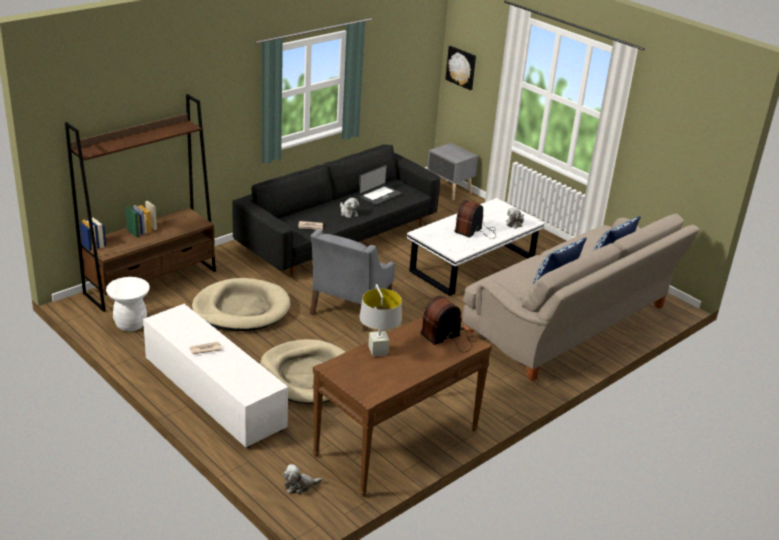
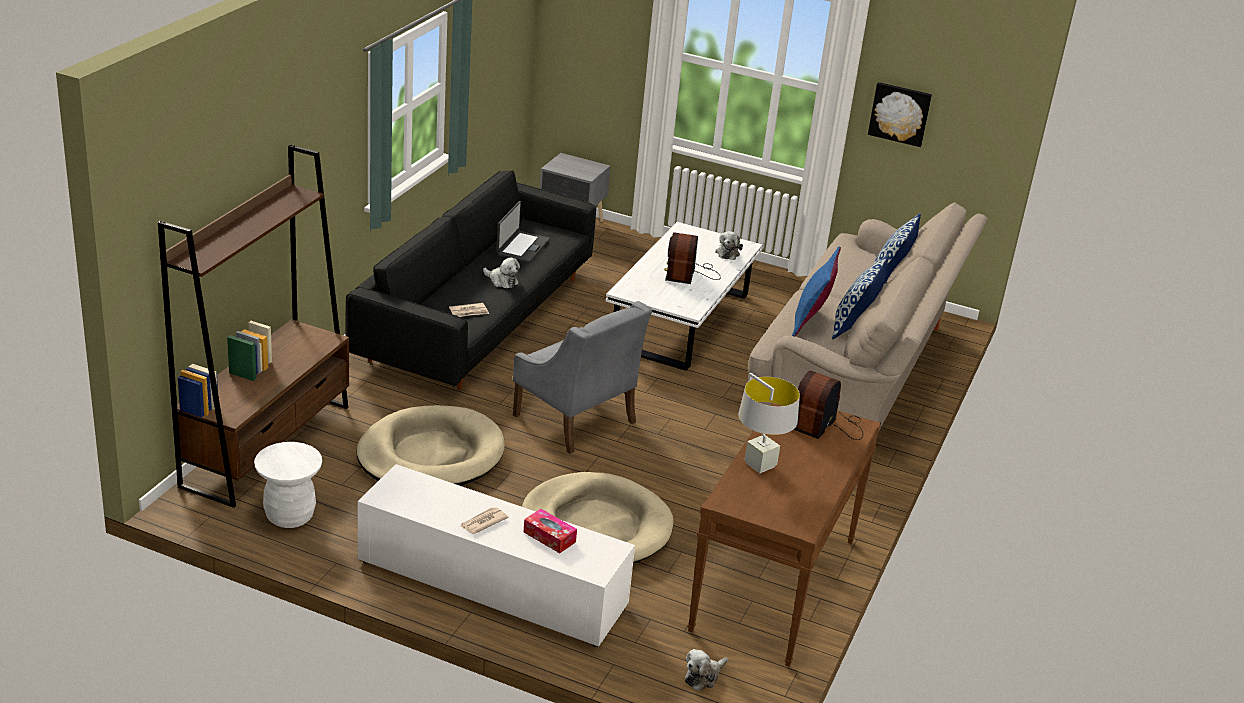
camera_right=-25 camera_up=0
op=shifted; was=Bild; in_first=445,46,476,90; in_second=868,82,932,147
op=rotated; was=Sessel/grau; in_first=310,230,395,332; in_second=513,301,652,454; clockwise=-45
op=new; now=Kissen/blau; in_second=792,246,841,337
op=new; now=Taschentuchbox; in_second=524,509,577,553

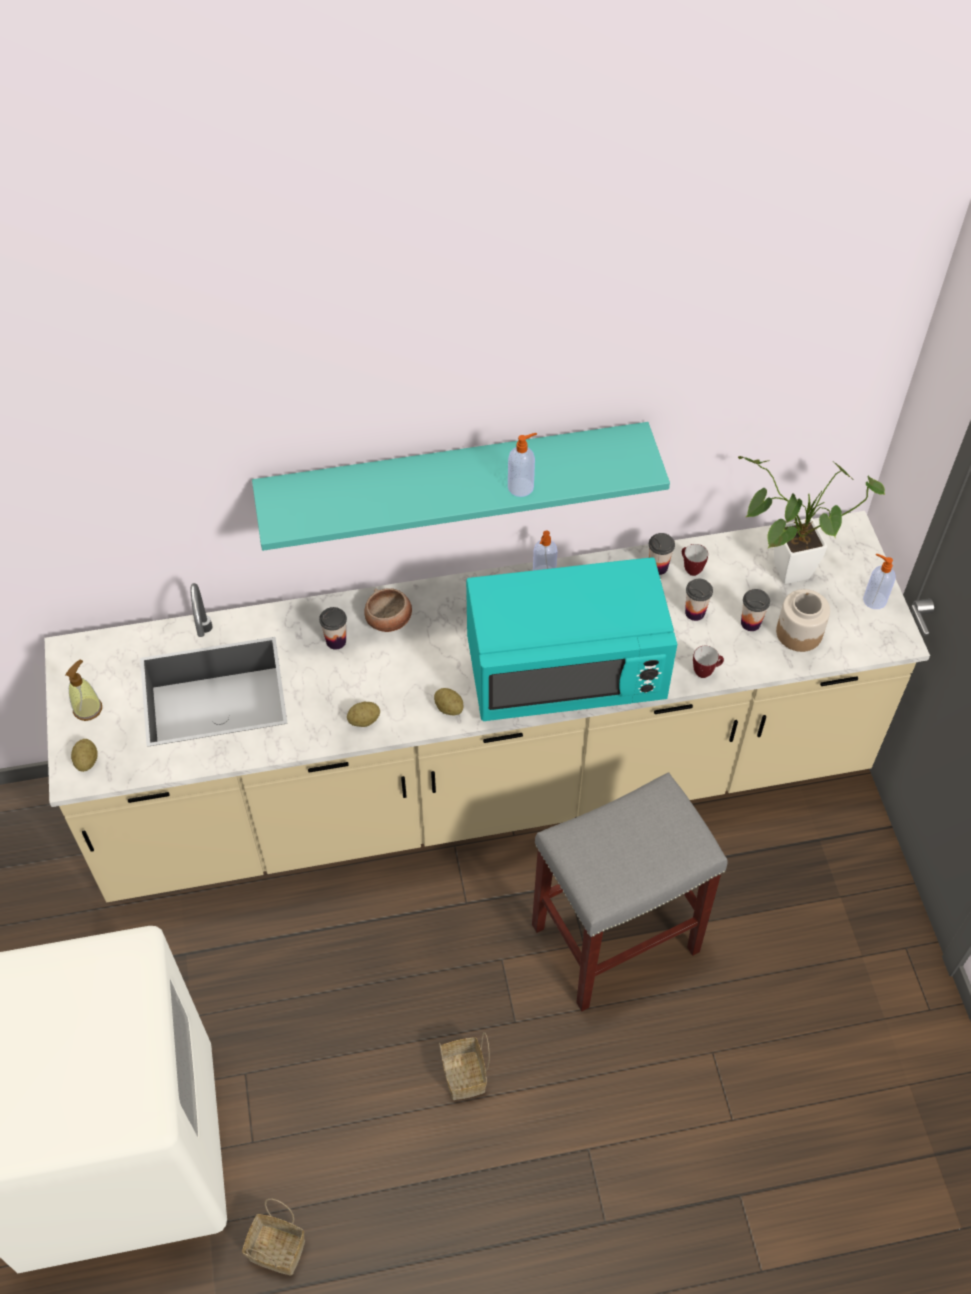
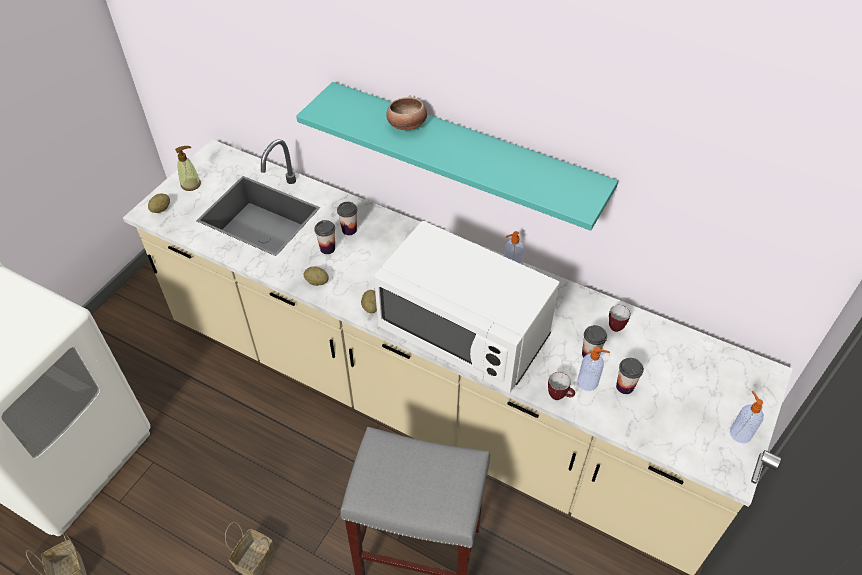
camera_right=40 camera_up=-5
op=shifted; was=Seifenspender; in_first=508,433,537,497; in_second=577,347,610,391
op=gone; was=Topfpflanze; in_first=738,456,885,584
op=shifted; was=Tasse; in_first=649,533,675,575; in_second=314,220,335,254
op=repainted; was=Mikrowelle/türkis; now=Mikrowelle/weiß; in_first=466,557,677,721; in_second=374,221,560,393
op=shifted; was=Schüssel; in_first=364,588,412,632; in_second=386,96,427,130
op=gone; was=Vorratsglas; in_first=776,589,830,652

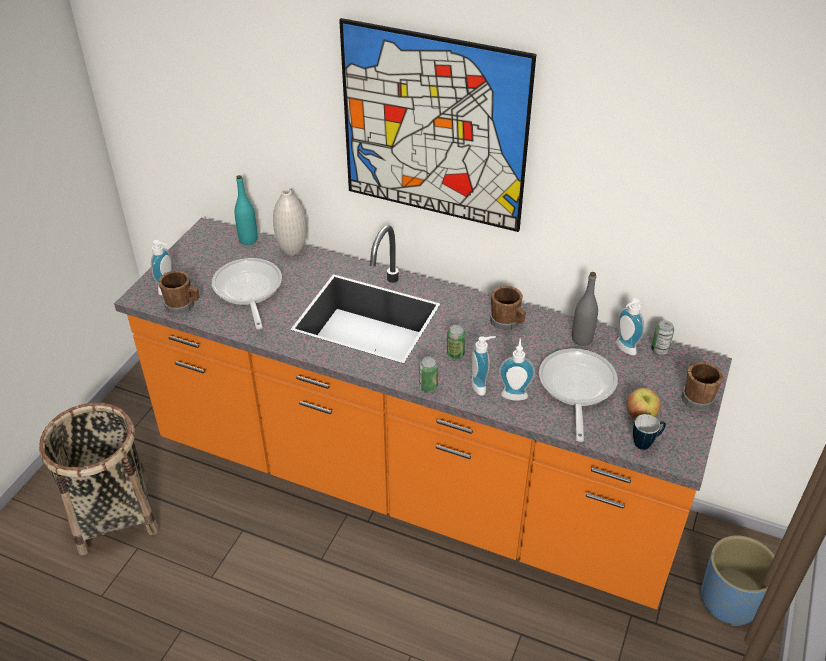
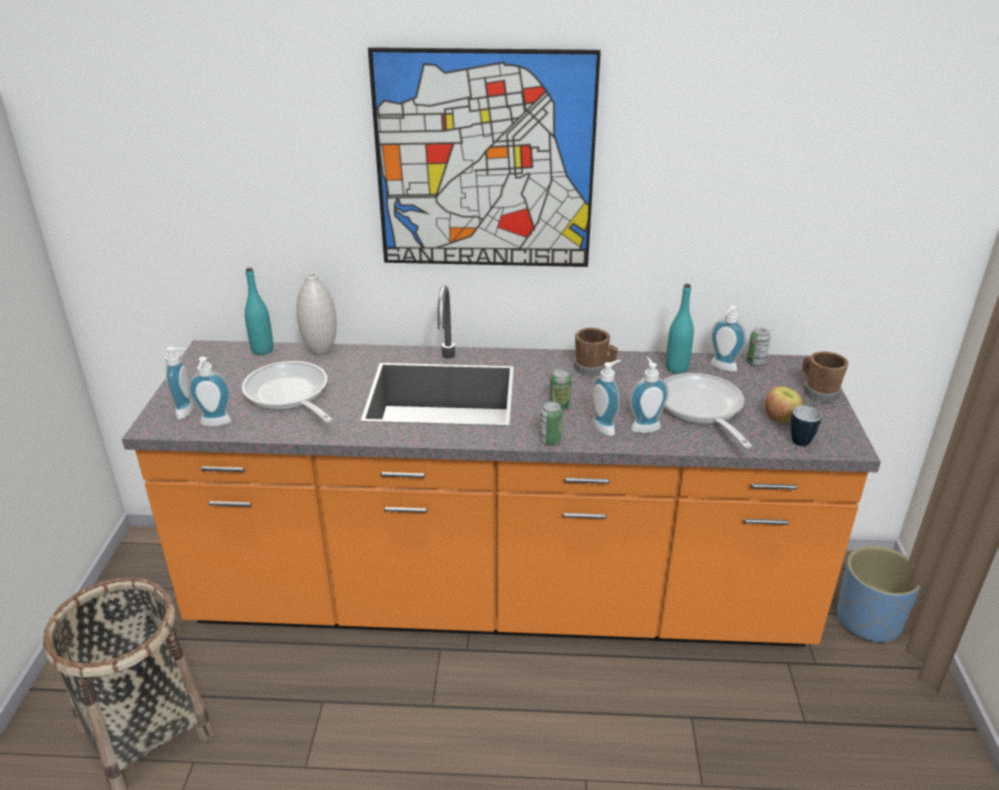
camera_right=-20 camera_up=-10
op=swapped; was=Henkelbecher/braun; now=Seifenspender; in_first=158,271,199,315; in_second=188,357,232,426
op=repainted; was=Flasche/grau; now=Flasche/türkis; in_first=572,272,598,346; in_second=666,284,694,373

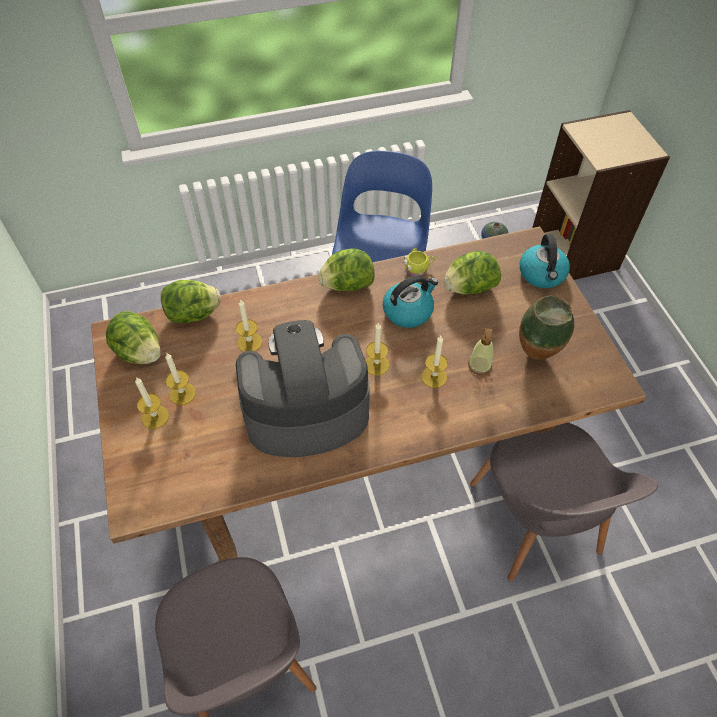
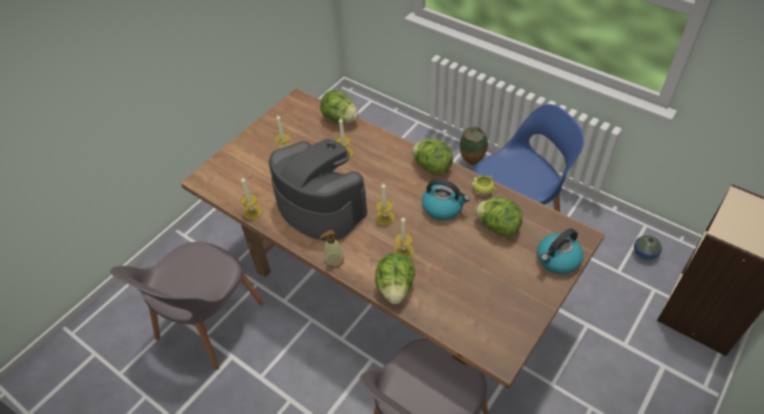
camera_right=55 camera_up=-5
op=shifted; was=Vase; in_first=519,295,574,359; in_second=460,127,488,165
op=shifted; was=Salatkopf; in_first=106,311,161,364; in_second=375,252,415,304
op=shifted; was=Seifenspender; in_first=468,328,494,375; in_second=320,230,344,268
op=shifted; was=Kerze; in_first=135,377,169,429; in_second=241,177,262,220

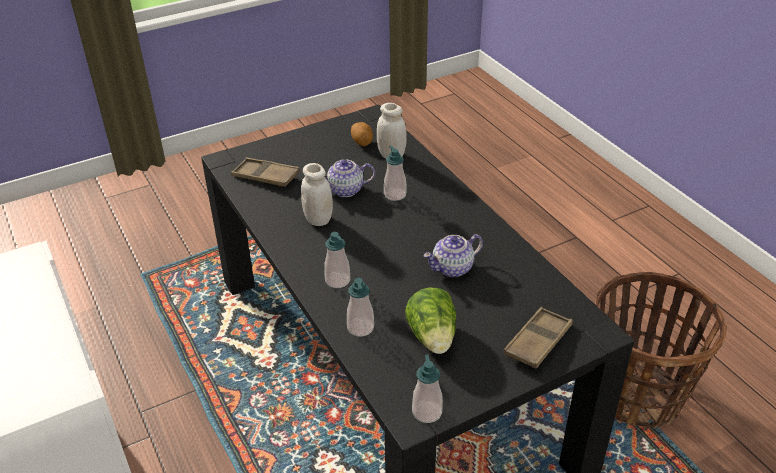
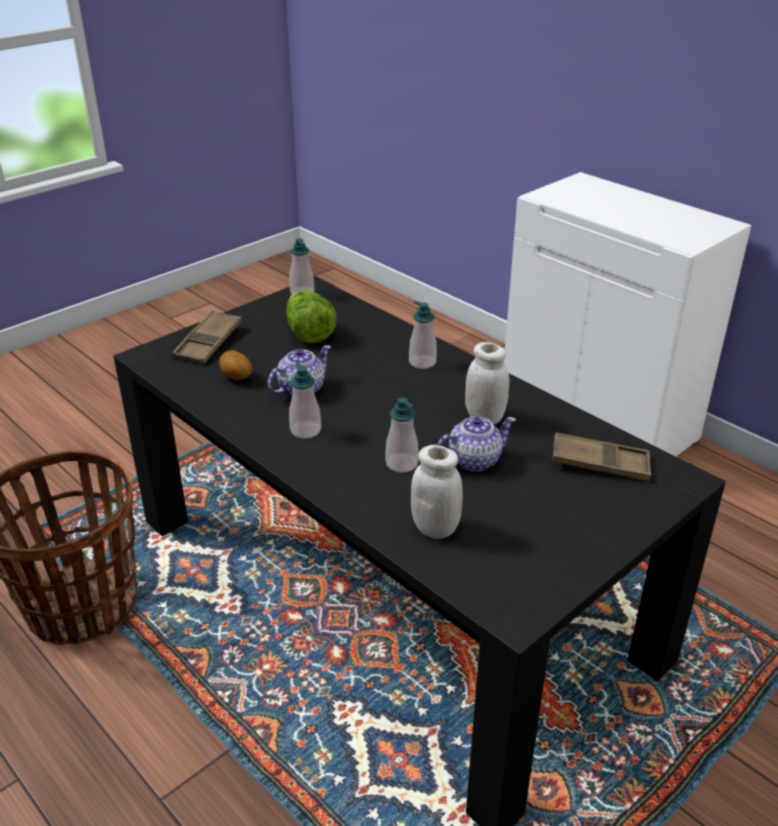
camera_right=165 camera_up=-5
op=shifted; was=Kartoffel; in_first=351,122,373,146; in_second=220,350,252,380
op=shifted; was=Seifenspender; in_first=347,278,374,336; in_second=289,362,321,439

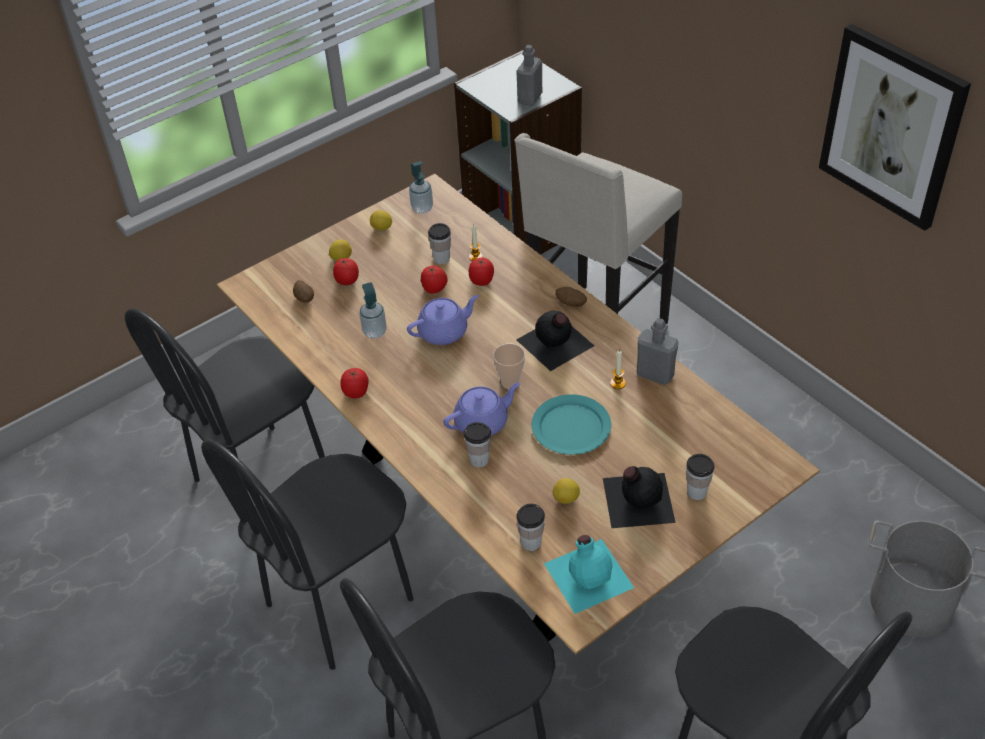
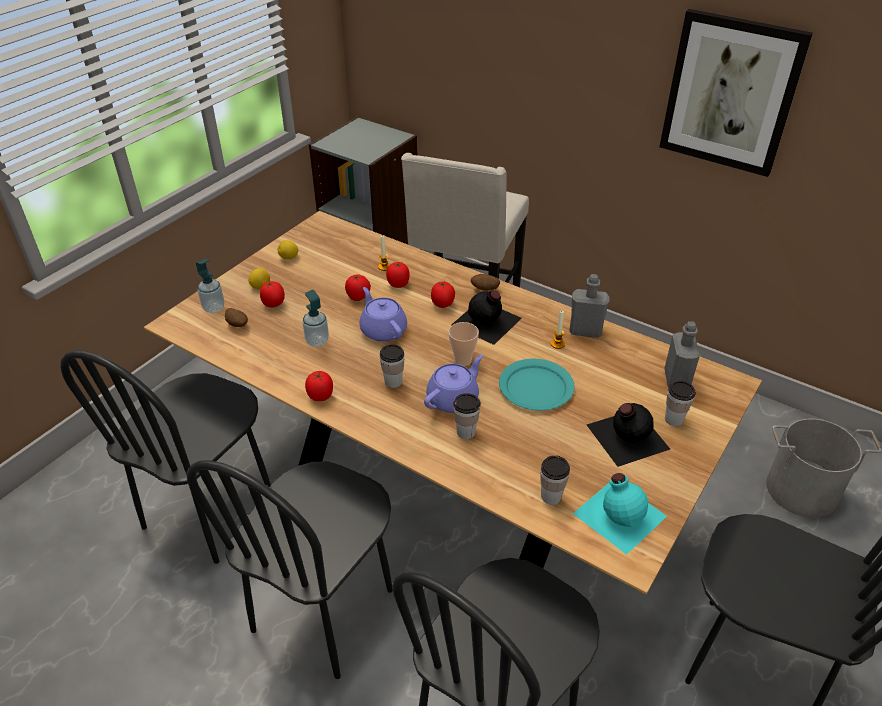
camera_right=-20 camera_up=-5
op=shifted; was=Flasche/grau; in_first=516,45,542,106; in_second=664,321,700,388
op=shifted; was=Seifenspender; in_first=409,161,433,214; in_second=196,259,224,313
op=shifted; was=Tasse; in_first=428,223,451,264; in_second=380,344,404,388
op=rotated; was=Teekanne/lila; in_first=407,295,479,345; in_second=359,287,407,342; clockwise=-75
op=gone; was=Zitrone; in_first=553,478,580,504
op=new; now=Tomate; in_second=431,281,455,308

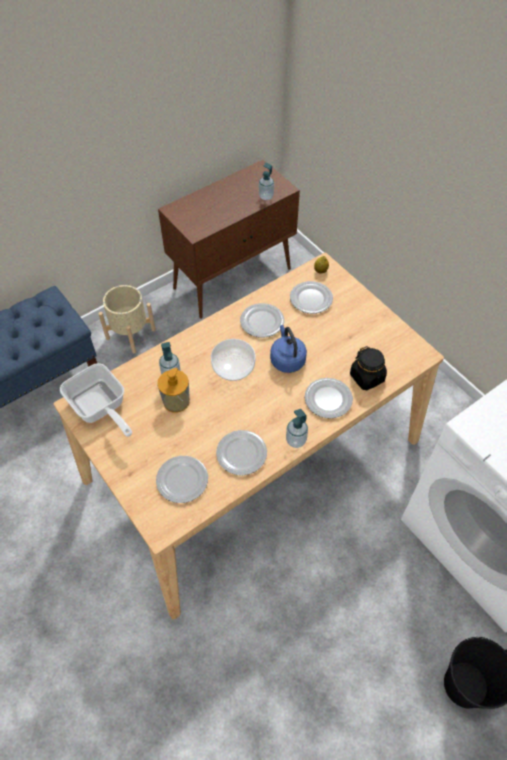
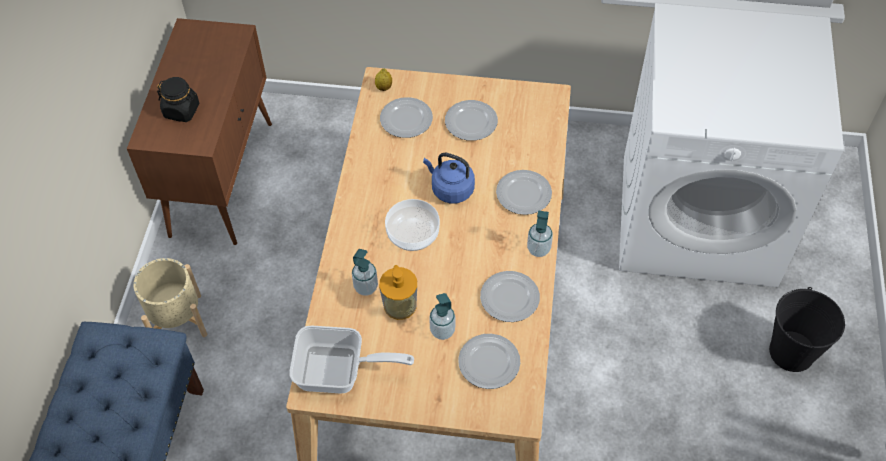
camera_right=-45 camera_up=0
op=shifted; was=Seifenspender; in_first=259,162,274,200; in_second=429,293,455,340
op=shifted; was=Teller; in_first=240,303,284,338; in_second=445,100,498,141
op=shifted; was=Vorratsglas/schwarz; in_first=350,346,387,390; in_second=157,77,199,122

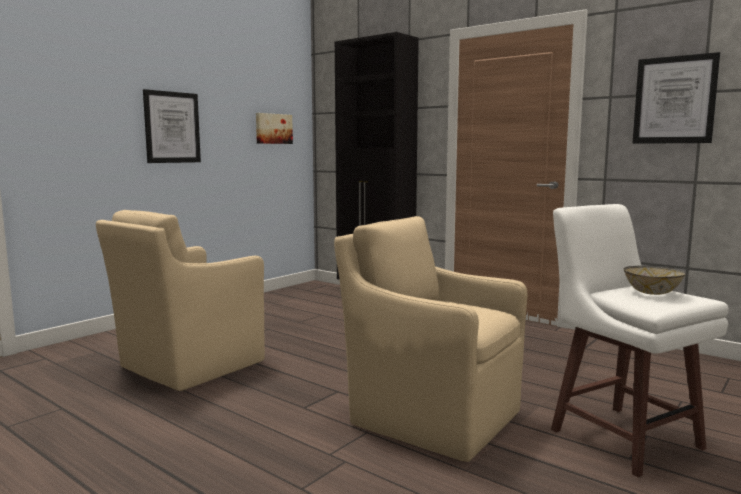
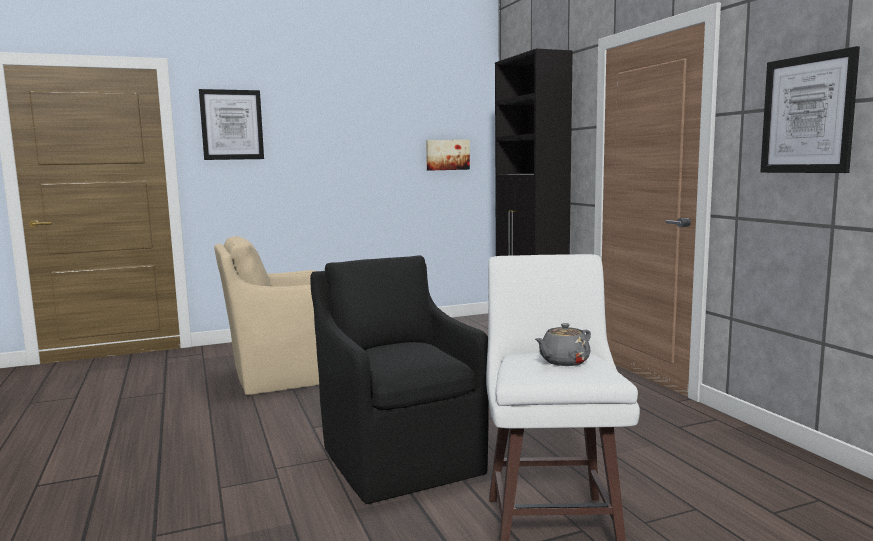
camera_right=30 camera_up=0
op=shifted; was=Bild; in_first=143,89,201,163; in_second=199,89,264,160
op=repainted; was=Sessel/beige; now=Sessel/schwarz; in_first=334,216,527,462; in_second=310,255,489,504
op=swapped; was=Schüssel; now=Teekanne/grau; in_first=624,266,685,295; in_second=535,323,591,366

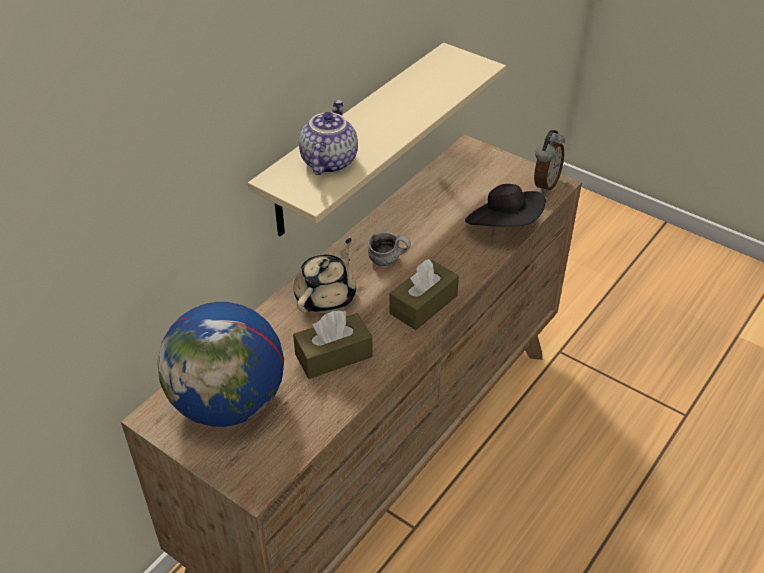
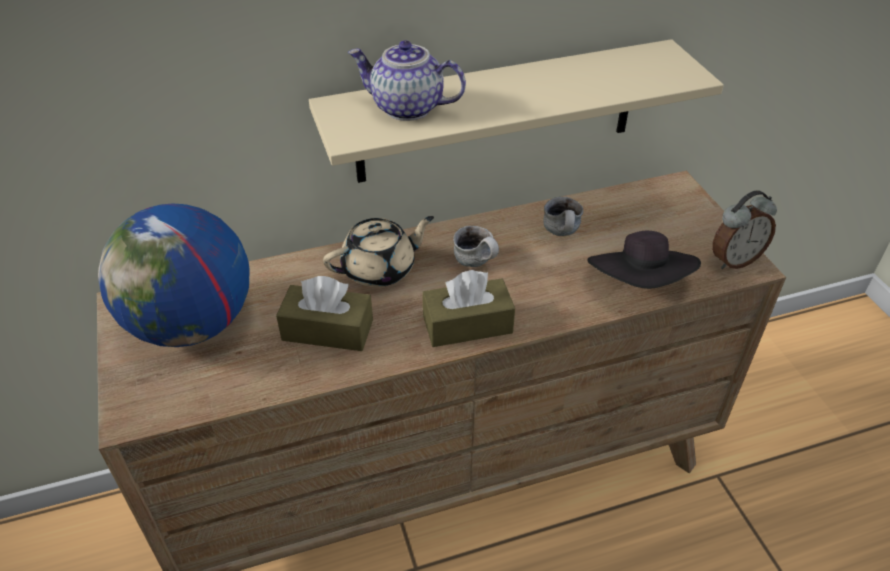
camera_right=35 camera_up=0
op=rotated; was=Teekanne; in_first=299,100,358,175; in_second=348,40,466,121; clockwise=-120
op=new; now=Henkelbecher; in_second=543,197,584,236

